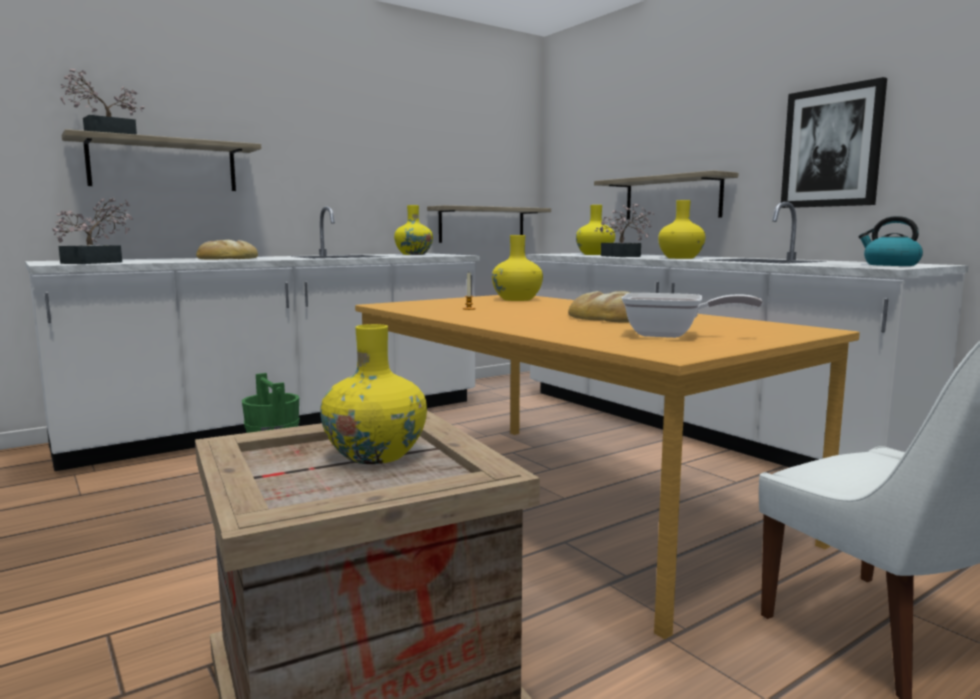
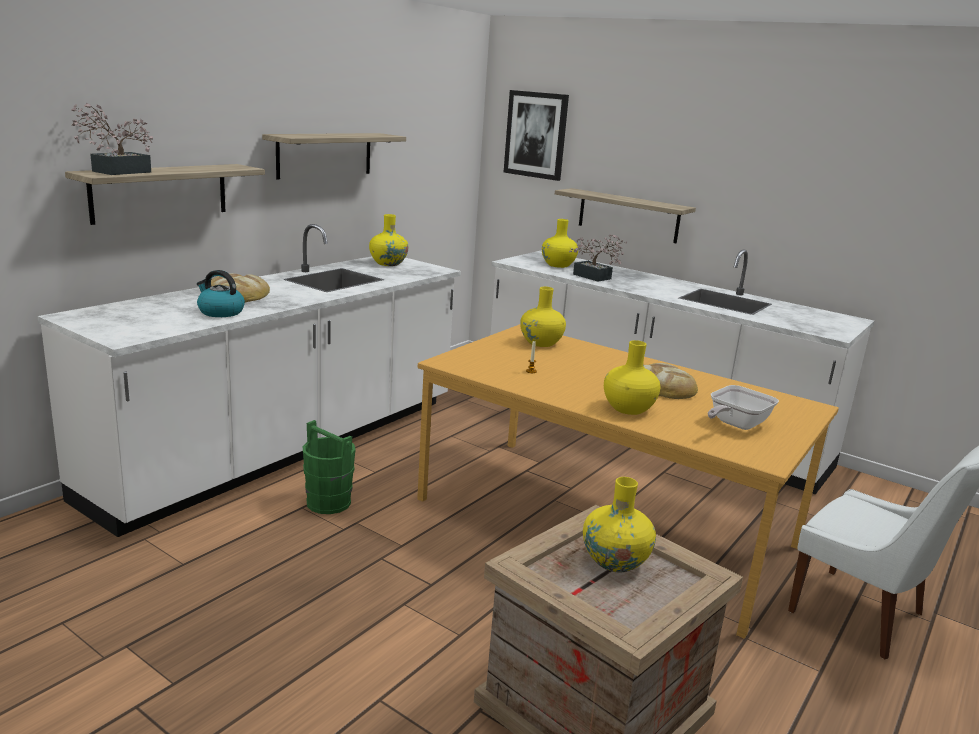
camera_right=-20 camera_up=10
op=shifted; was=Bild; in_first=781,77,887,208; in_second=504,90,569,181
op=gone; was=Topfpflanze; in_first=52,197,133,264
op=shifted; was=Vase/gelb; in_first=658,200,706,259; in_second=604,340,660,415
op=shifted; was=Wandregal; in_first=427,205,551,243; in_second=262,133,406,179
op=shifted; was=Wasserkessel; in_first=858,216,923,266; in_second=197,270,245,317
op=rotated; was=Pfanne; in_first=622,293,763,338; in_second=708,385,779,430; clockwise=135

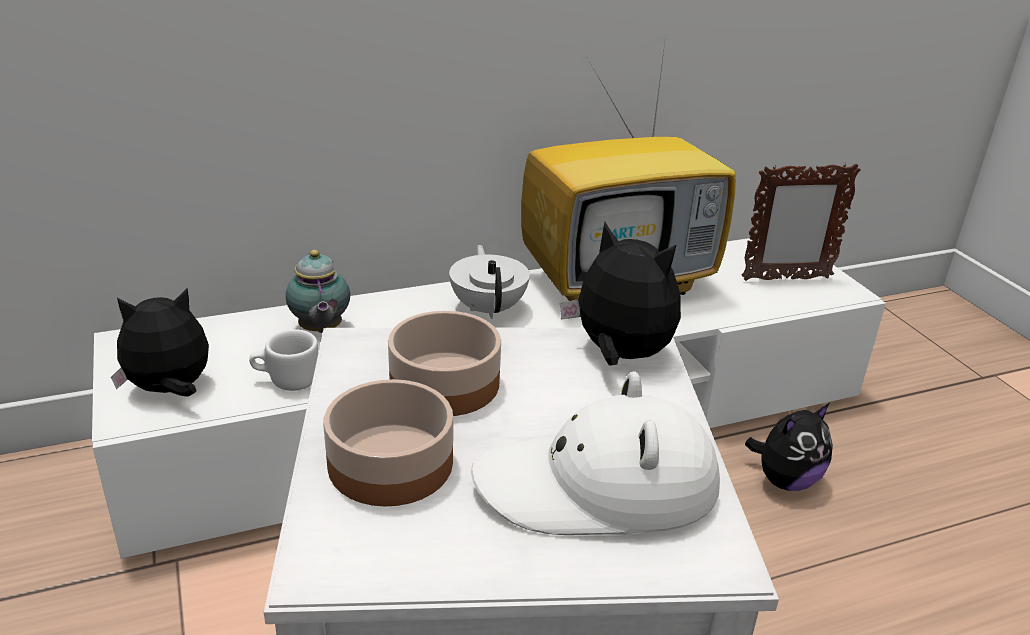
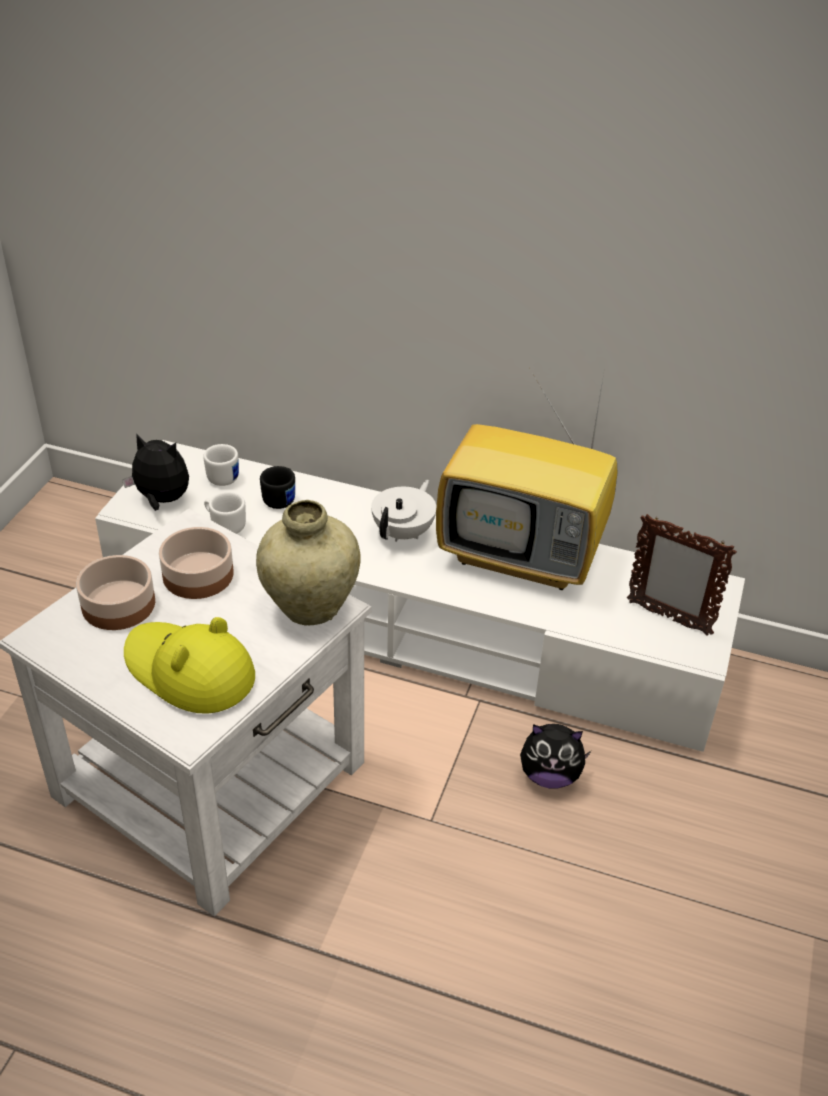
camera_right=40 camera_up=10
op=swapped; was=Plüschtier; now=Vase/beige; in_first=560,222,681,366; in_second=256,500,361,626
op=swapped; was=Teekanne; now=Henkelbecher/schwarz; in_first=286,250,350,333; in_second=260,466,295,509
op=repainted; was=Hut/weiß; now=Hut/gelb; in_first=471,372,720,535; in_second=124,617,255,714
op=new; now=Henkelbecher/weiß; in_second=203,444,239,486

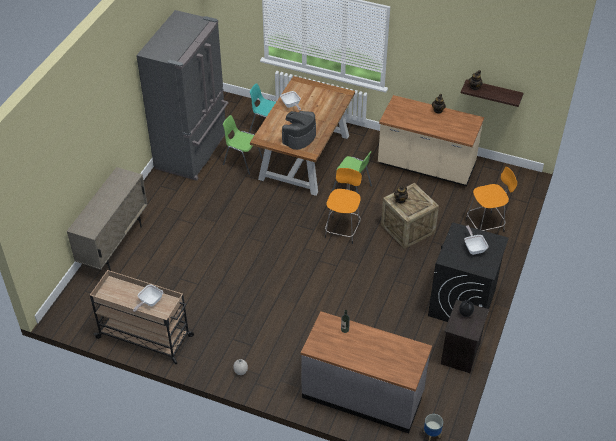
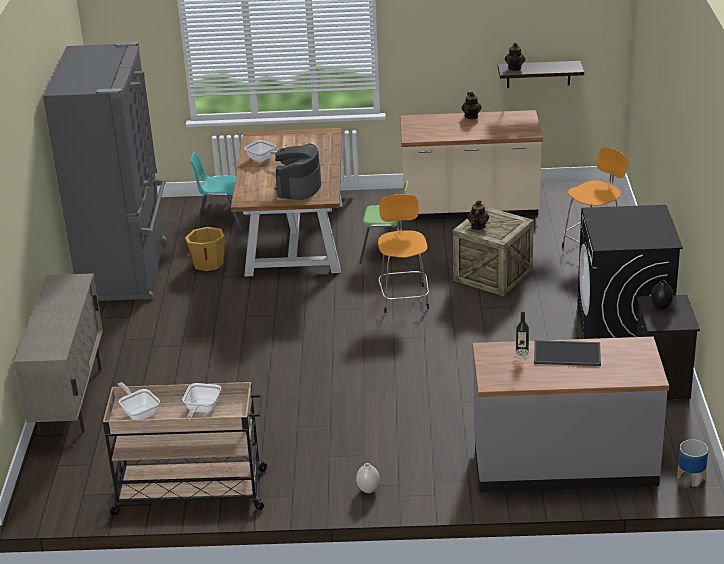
camera_right=-20 camera_up=-15
op=swapped; was=Stuhl/grün; now=Eimer/orange; in_first=223,115,263,175; in_second=185,227,225,271
op=shifted; was=Pfanne; in_first=464,226,489,255; in_second=118,382,160,420
op=new; now=Tablett; in_second=534,340,601,366

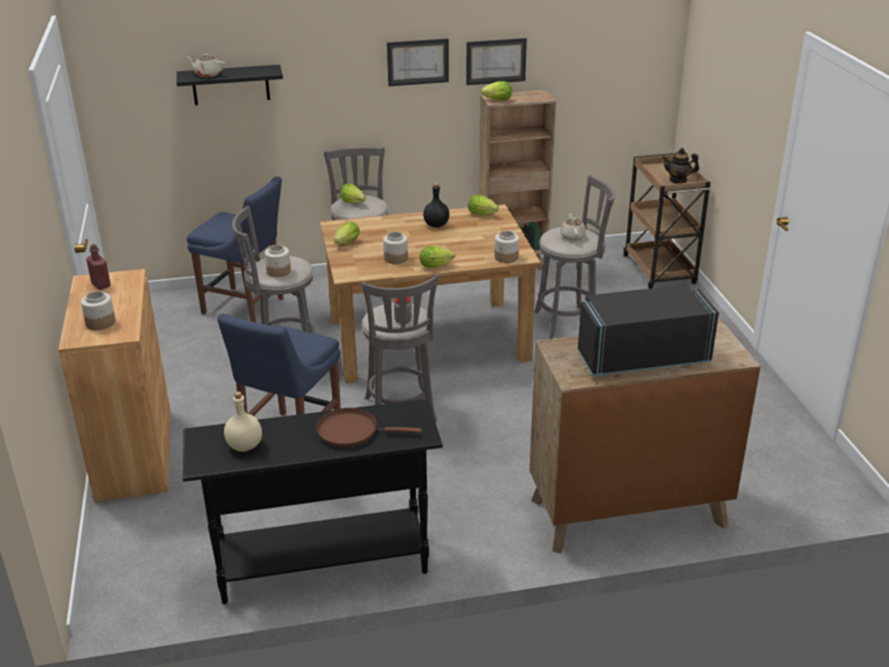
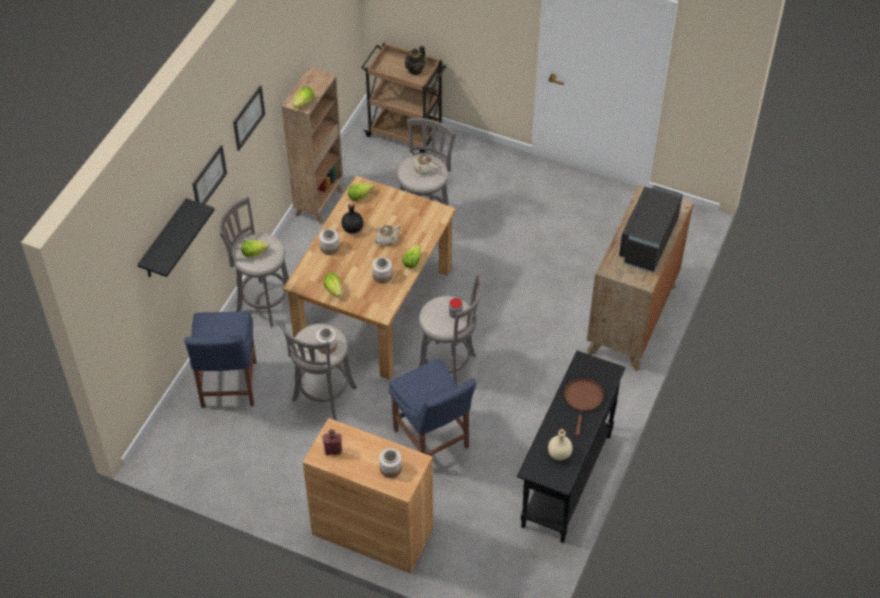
camera_right=-55 camera_up=20
op=shifted; was=Bild; in_first=466,38,527,85; in_second=192,145,227,204
op=shifted; was=Teekanne/beige; in_first=186,54,225,77; in_second=372,225,400,246
op=rotated; was=Stuhl/blau; in_first=187,177,283,322; in_second=185,311,256,408; clockwise=120
op=shifted; was=Vorratsglas; in_first=494,231,519,263; in_second=319,229,339,255
op=rotated; was=Pfanne/braun; in_first=316,408,421,447; in_second=564,378,604,436; clockwise=150

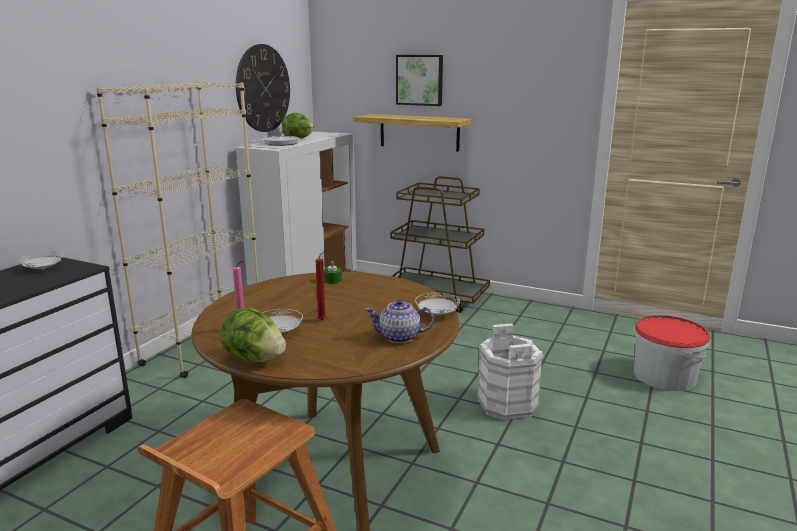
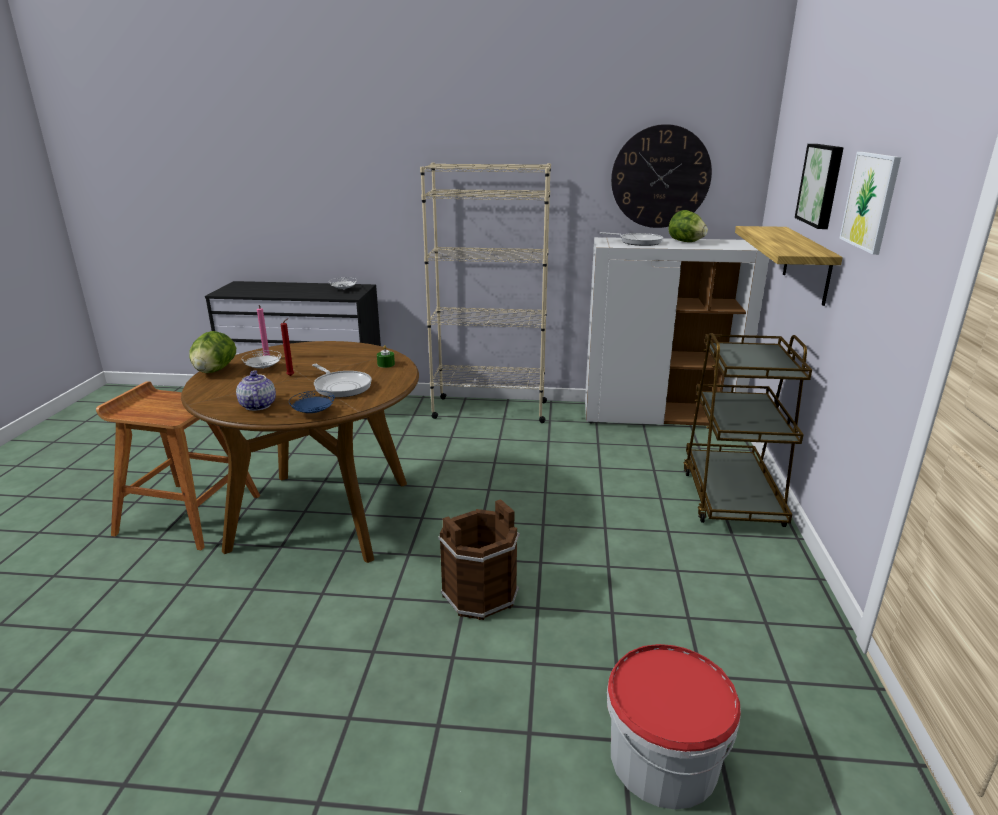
camera_right=70 camera_up=5
op=repainted; was=Teller/weiß; now=Teller/blau; in_first=415,292,460,315; in_second=289,391,335,413
op=repainted; was=Eimer/weiß; now=Eimer/braun; in_first=476,323,544,420; in_second=438,499,520,620
op=new; now=Bild; in_second=839,152,901,255
op=new; now=Pfanne; in_second=312,364,372,398

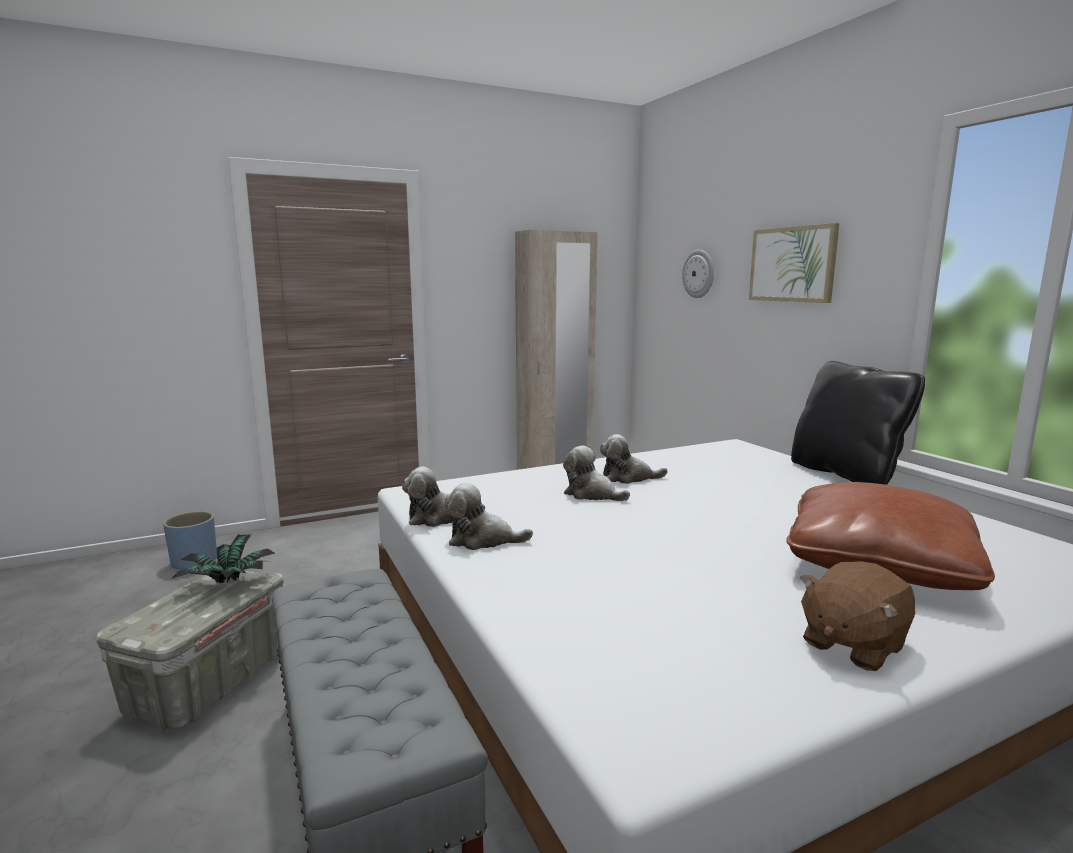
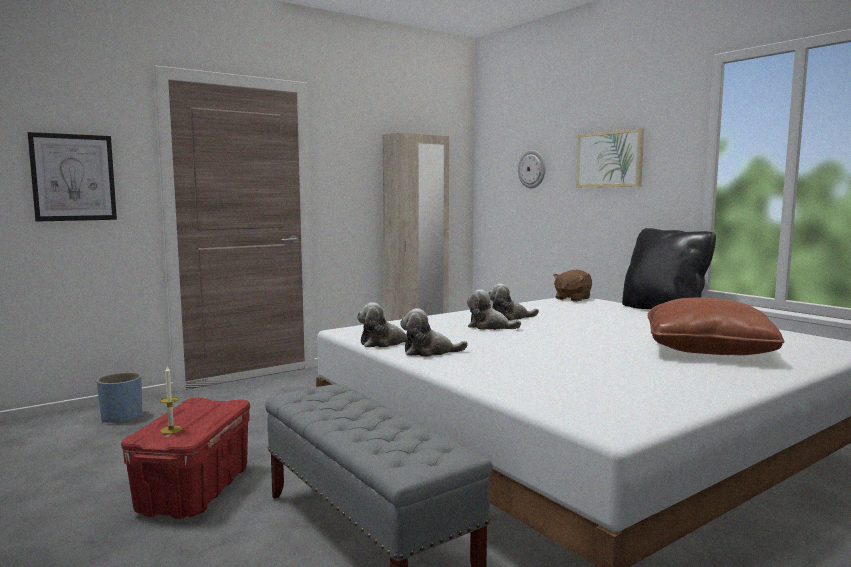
camera_right=-10 camera_up=-5
op=gone; was=Topfpflanze; in_first=173,534,275,583
op=shifted; was=Plüschtier/braun; in_first=800,562,915,671; in_second=553,270,592,302
op=repainted; was=Aufbewahrungsbox/grau; now=Aufbewahrungsbox/rot; in_first=96,570,284,730; in_second=121,397,250,519
op=new; now=Bild; in_second=28,132,117,222
op=new; now=Kerze; in_second=160,366,182,434

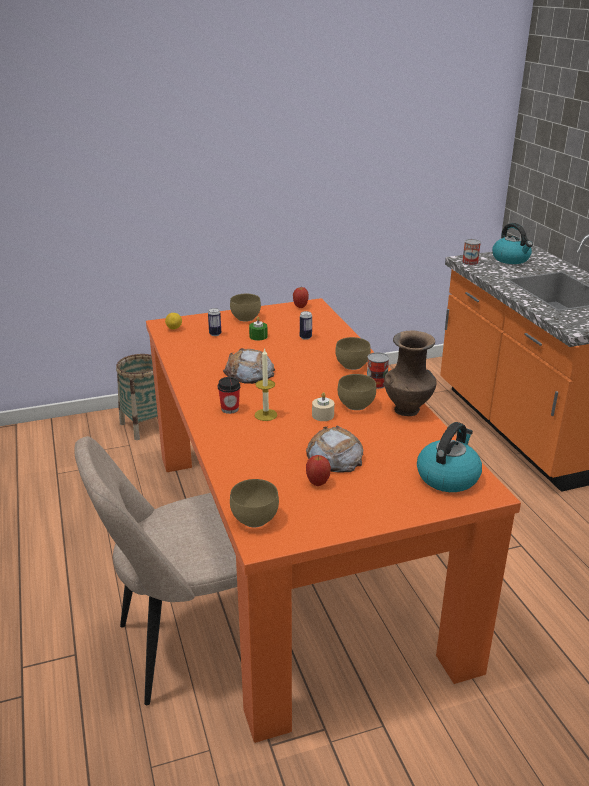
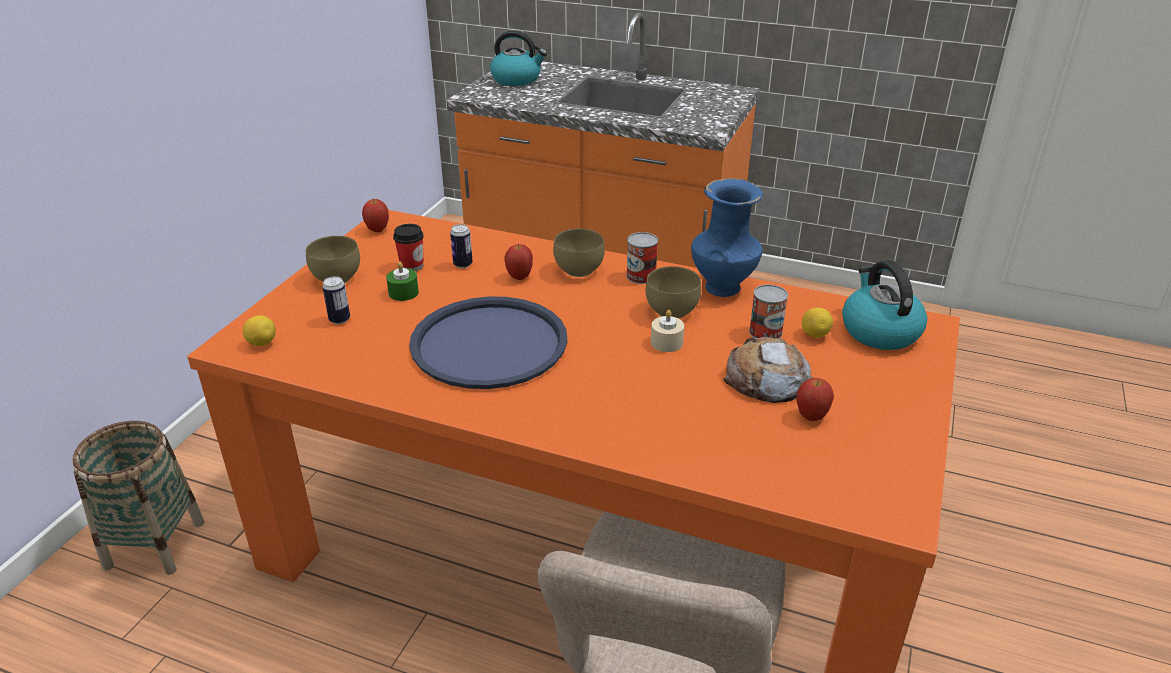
camera_right=-50 camera_up=5
op=shifted; was=Dose; in_first=462,239,481,265; in_second=749,284,788,339
op=repainted; was=Vase/braun; now=Vase/blau; in_first=384,331,437,416; in_second=691,178,763,297
op=swapped; was=Brot; now=Tablett/blau; in_first=223,348,275,384; in_second=409,296,568,389
op=gone; was=Kerze; in_first=255,348,277,421
op=shifted; was=Tasse; in_first=218,377,240,414; in_second=393,224,424,271
op=gone; was=Schüssel/braun; in_first=230,479,279,527
op=new; now=Apfel; in_second=504,244,533,280
op=new; now=Zitrone; in_second=802,308,833,338

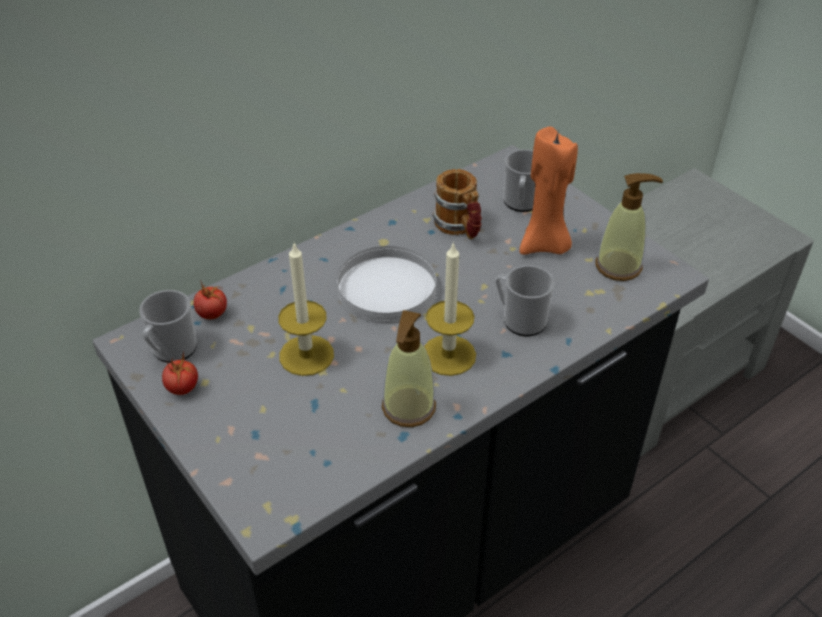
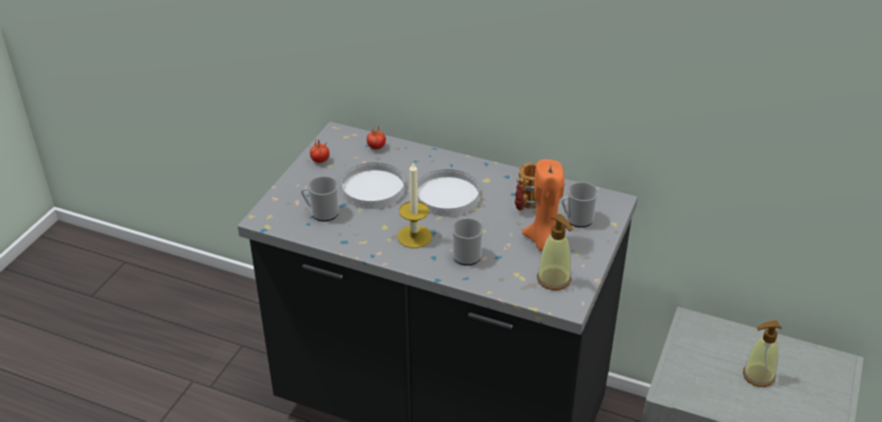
camera_right=60 camera_up=-5
op=swapped; was=Kerze; now=Teller/weiß; in_first=278,243,334,376; in_second=341,163,404,209
op=shifted; was=Henkelbecher; in_first=139,290,197,363; in_second=301,176,339,221
op=shifted; was=Seifenspender; in_first=382,310,436,427; in_second=743,320,782,387

